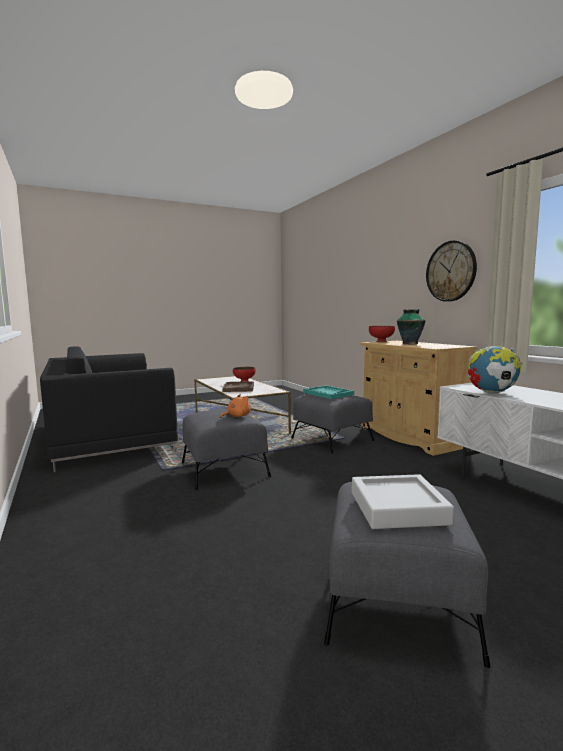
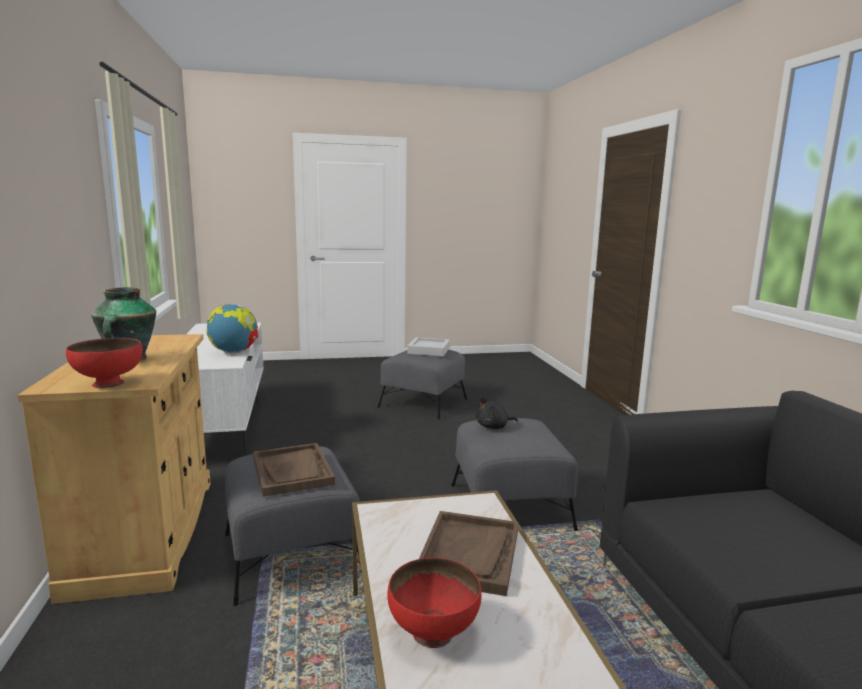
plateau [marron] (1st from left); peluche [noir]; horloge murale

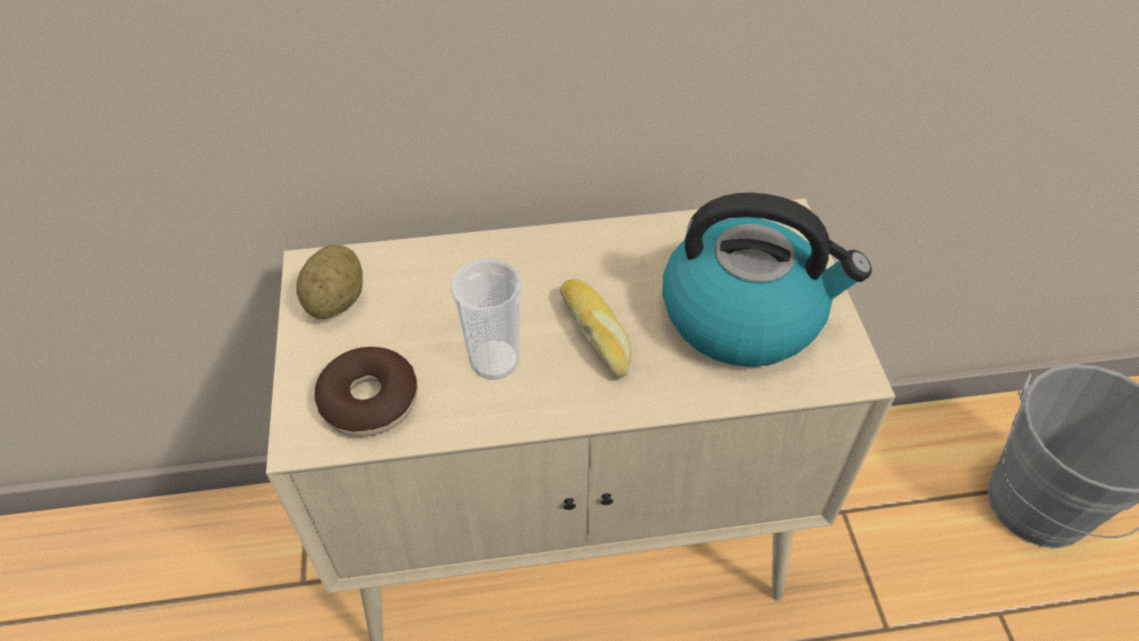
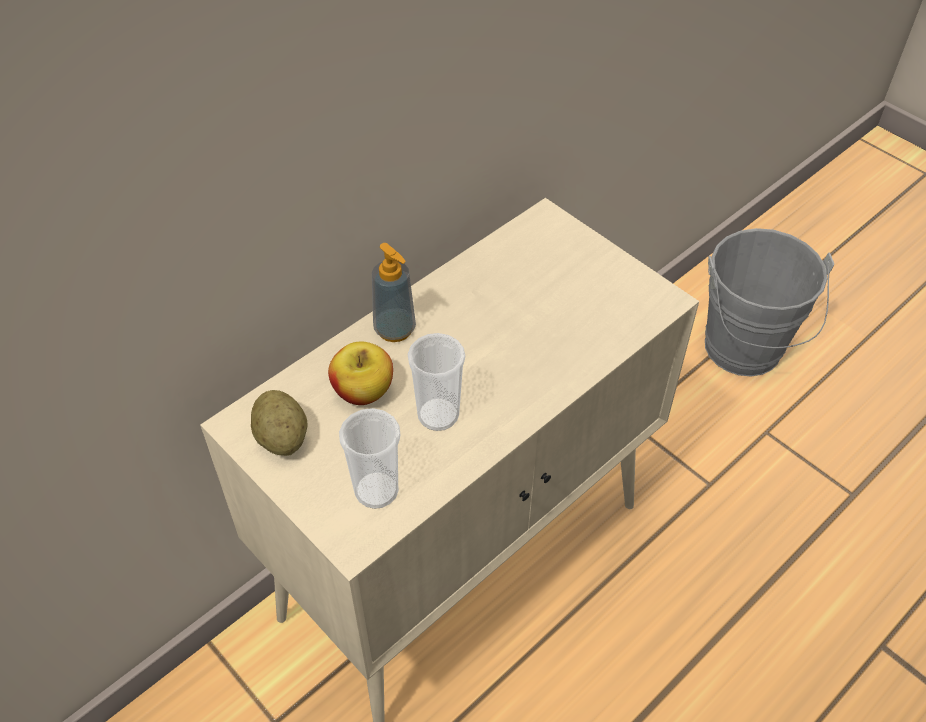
pomme; tasse (1st from left); distributeur de savon; pain; bouilloire

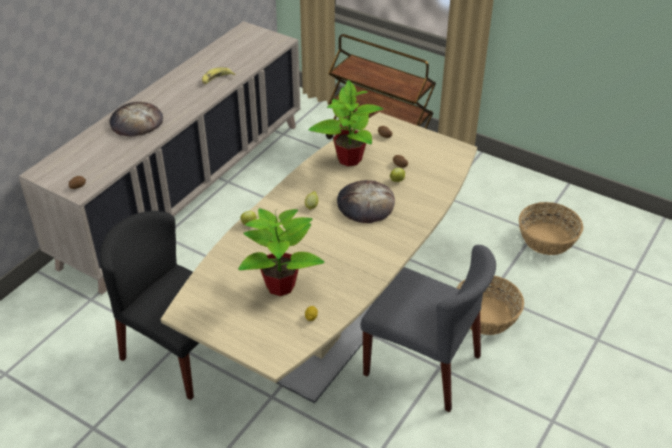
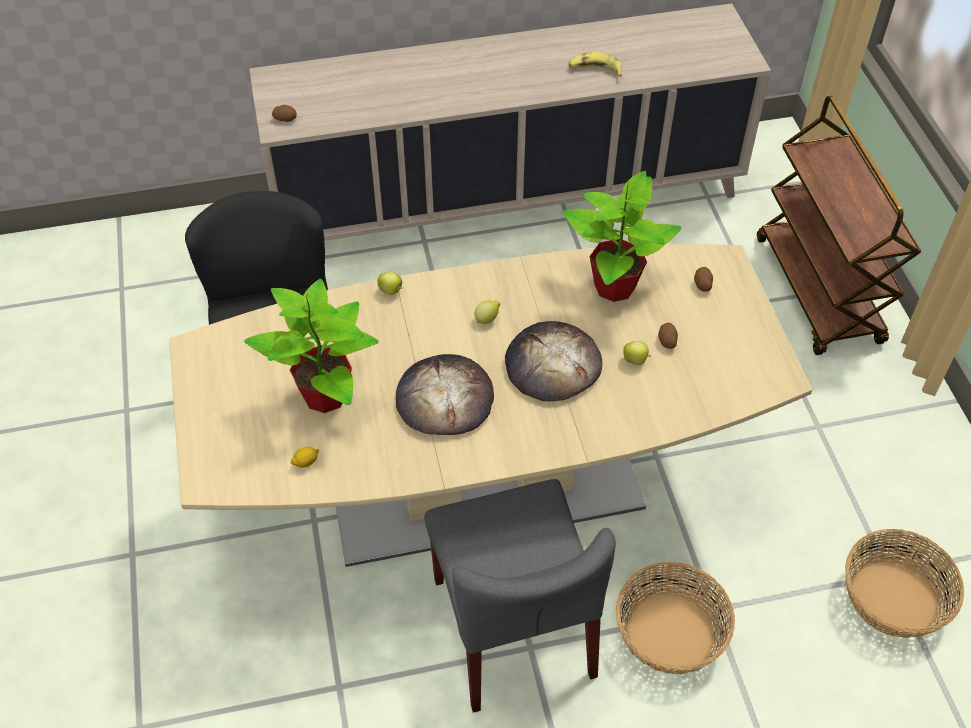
pain (1st from left)

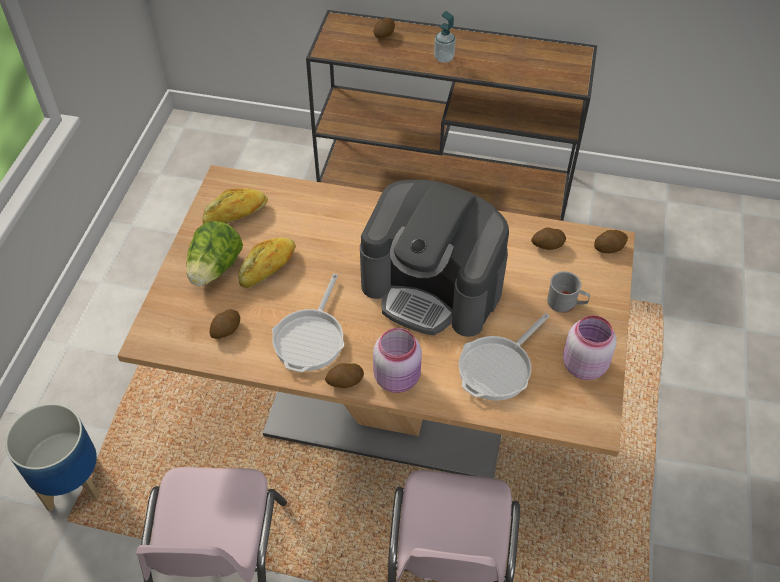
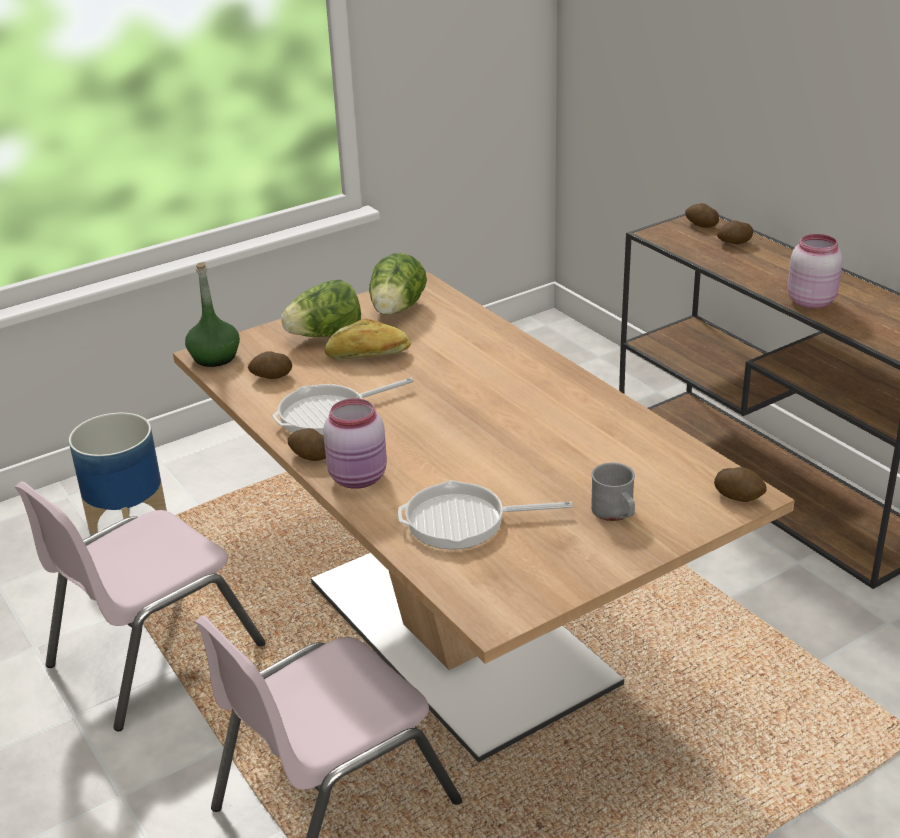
bouteille [vert]; laitue (2nd from left); pomme de terre (3rd from left); bocal [rose] (2nd from left); machine à café; distributeur de savon

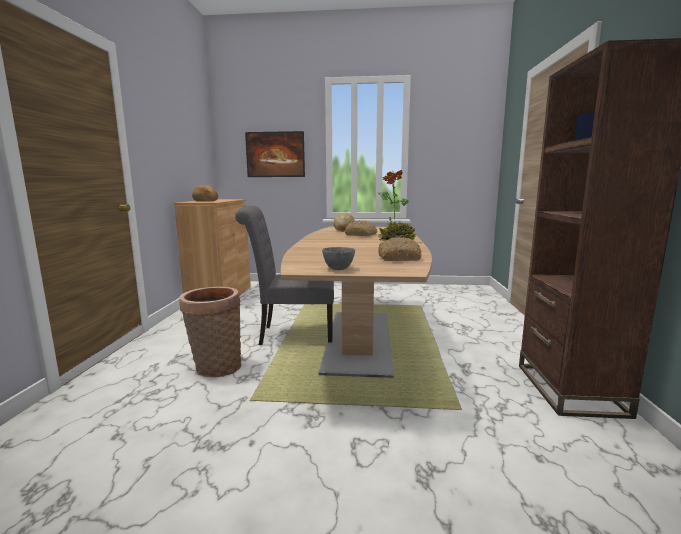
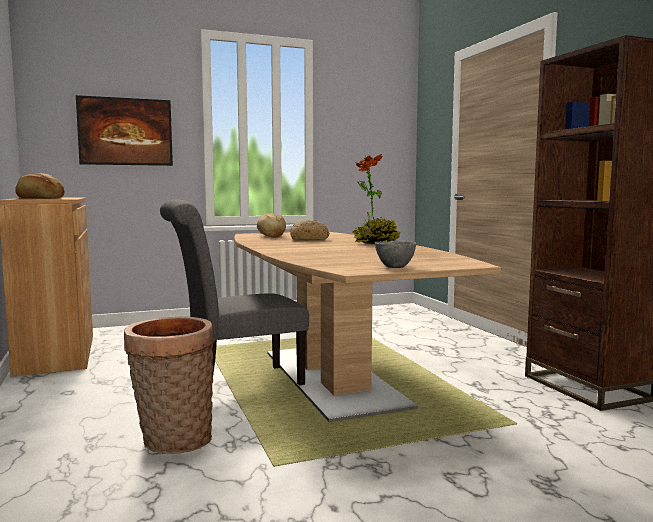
pain (4th from left in the first image)

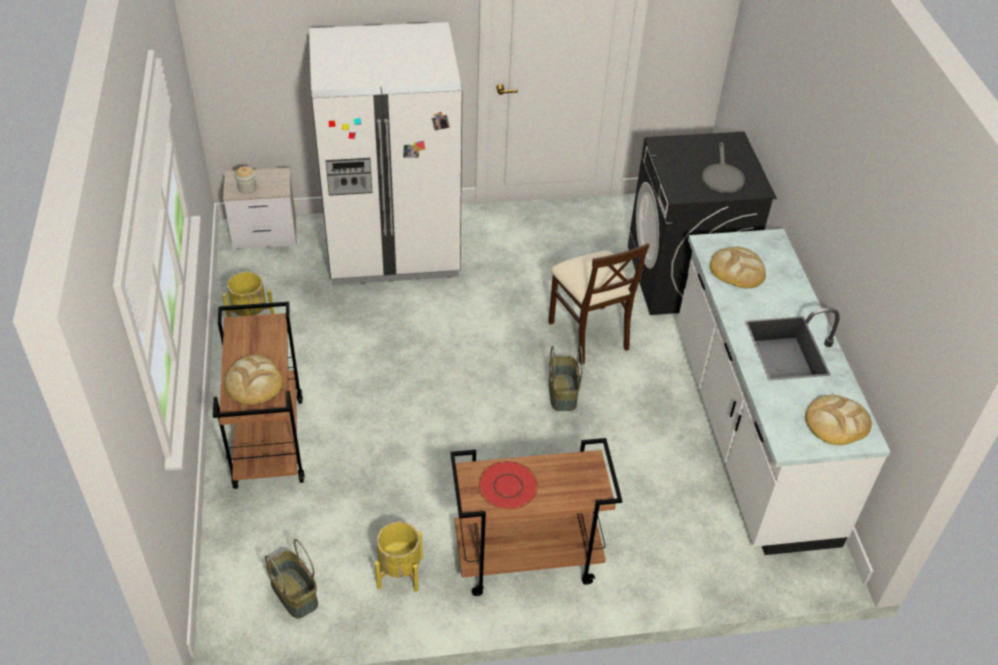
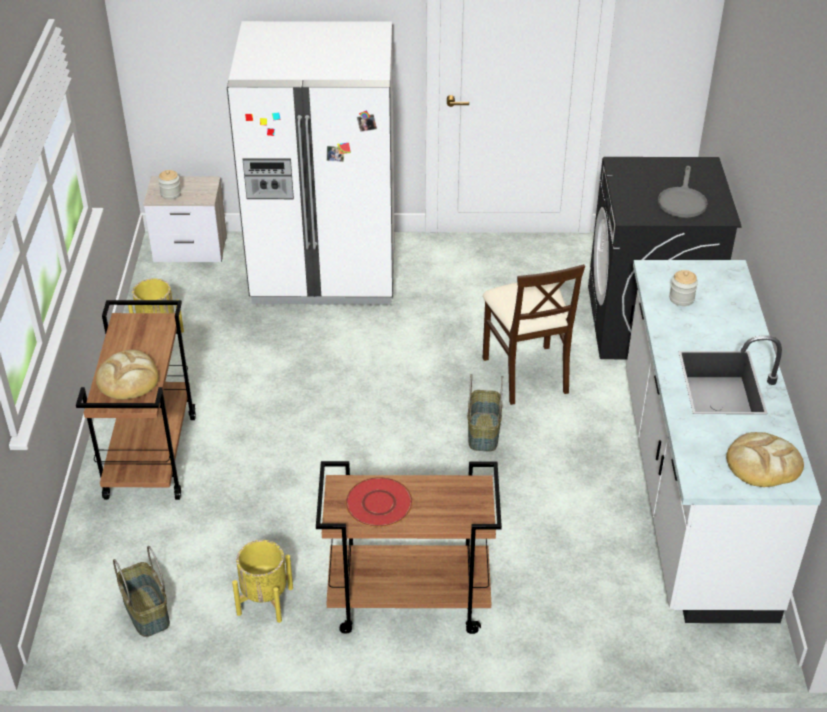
bocal (2nd from left)

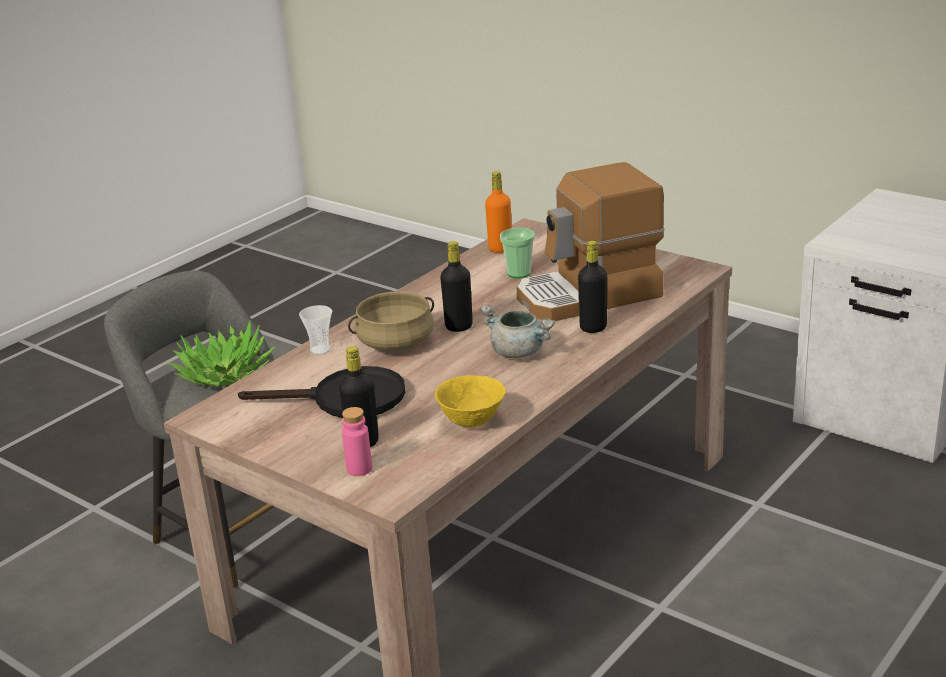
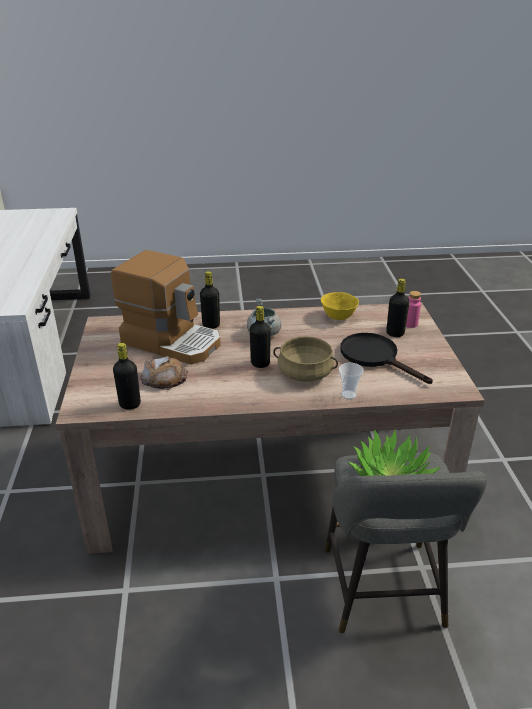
bouteille [noir] (1st from left); pain

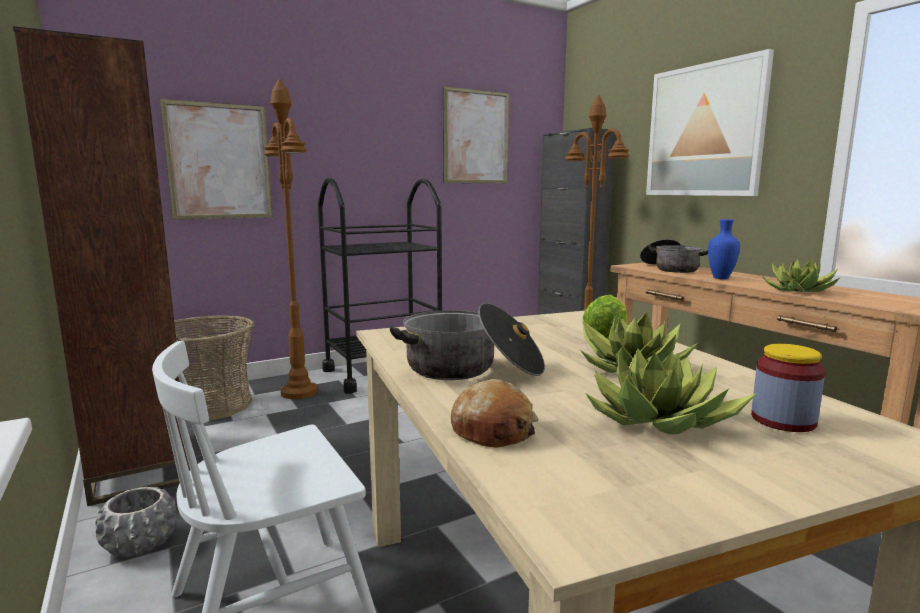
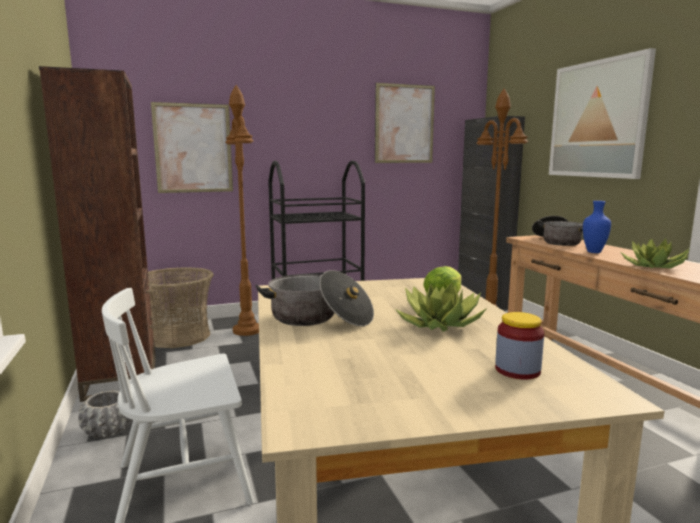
pain; plante en pot (2nd from left in the first image)

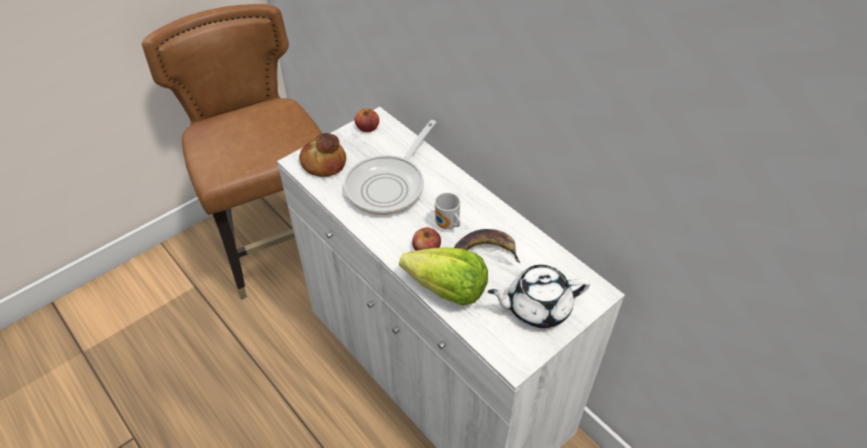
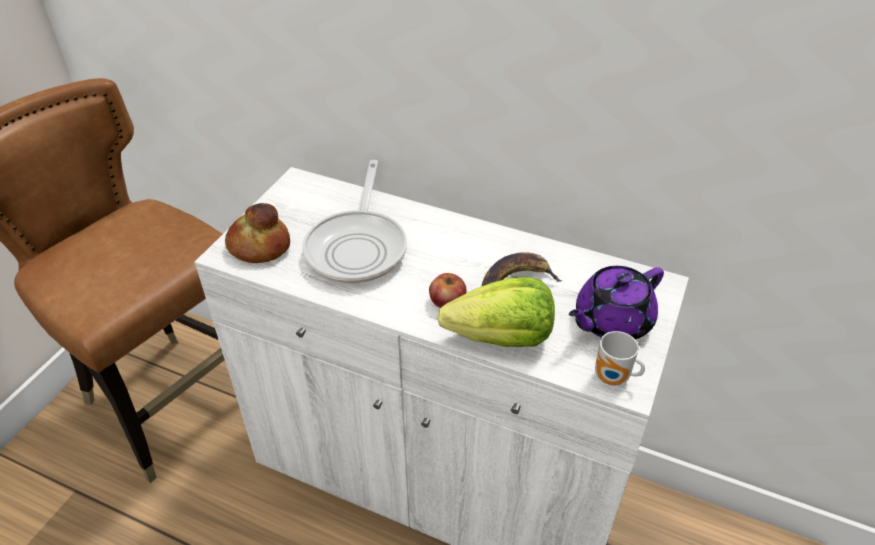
théière [violet]; mug; pomme (1st from left in the first image)

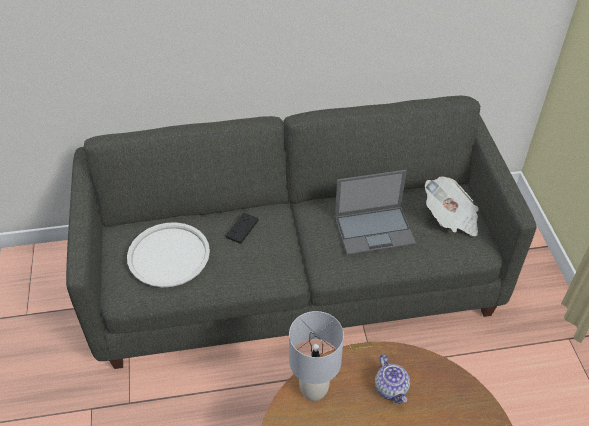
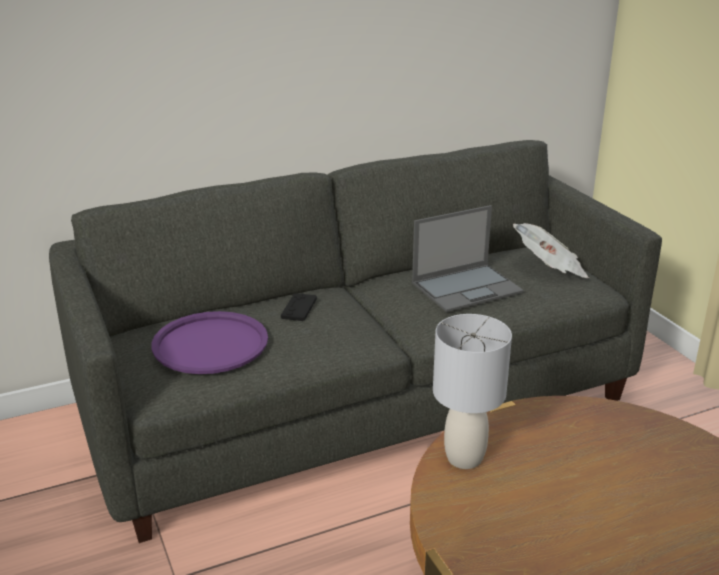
plateau [violet]; théière

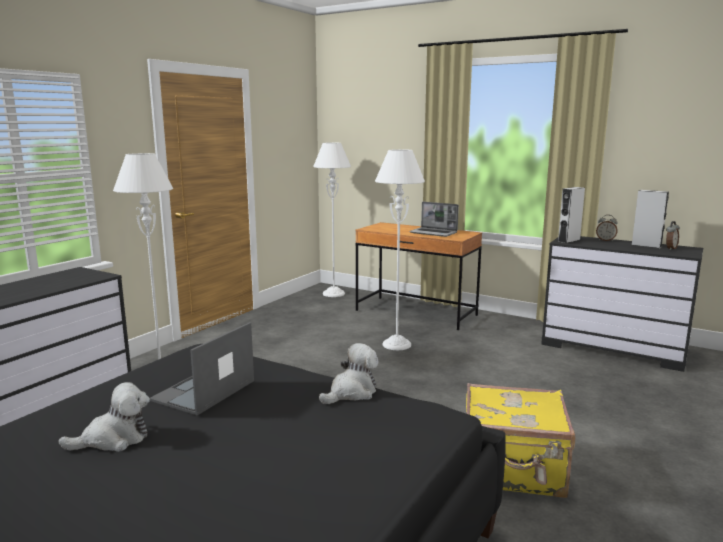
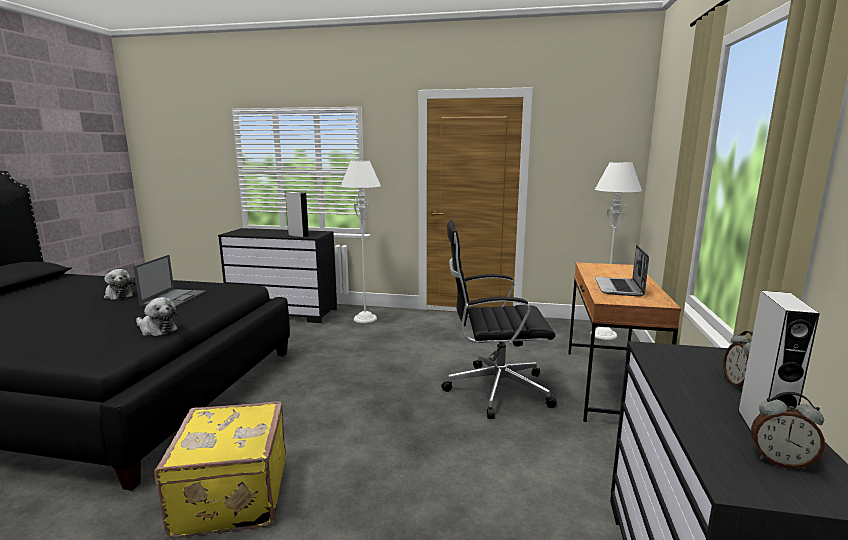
ordinateur portable (1st from left); enceinte [gris] (1st from left); chaise de bureau [noir]

